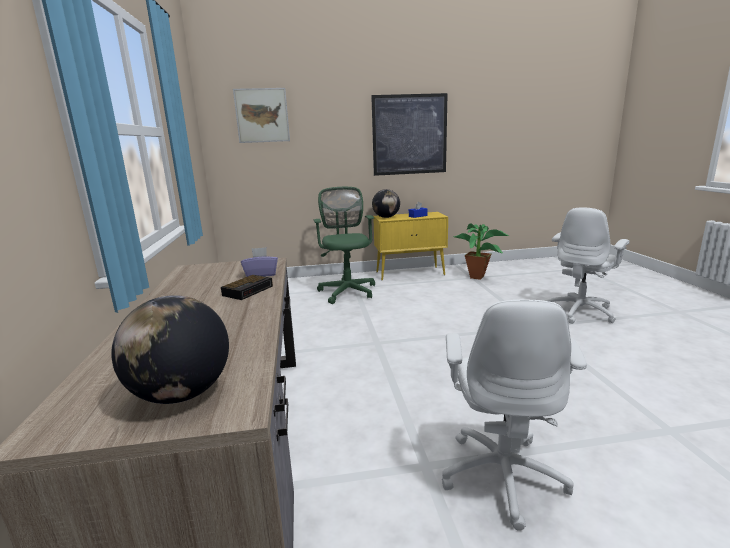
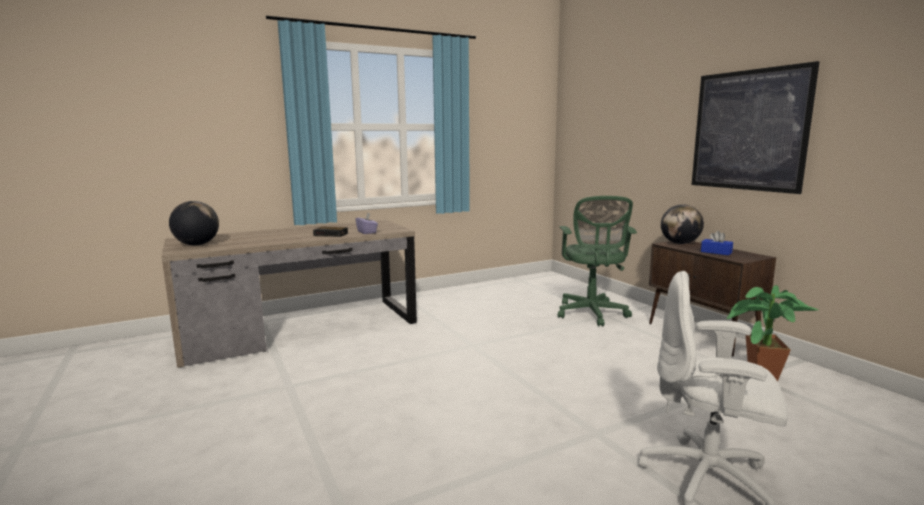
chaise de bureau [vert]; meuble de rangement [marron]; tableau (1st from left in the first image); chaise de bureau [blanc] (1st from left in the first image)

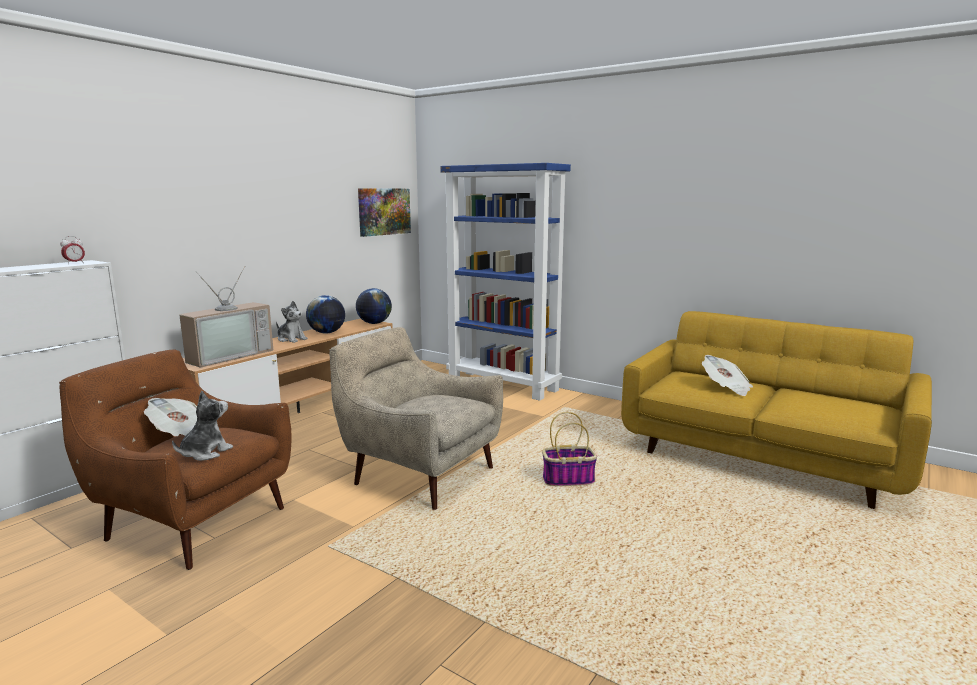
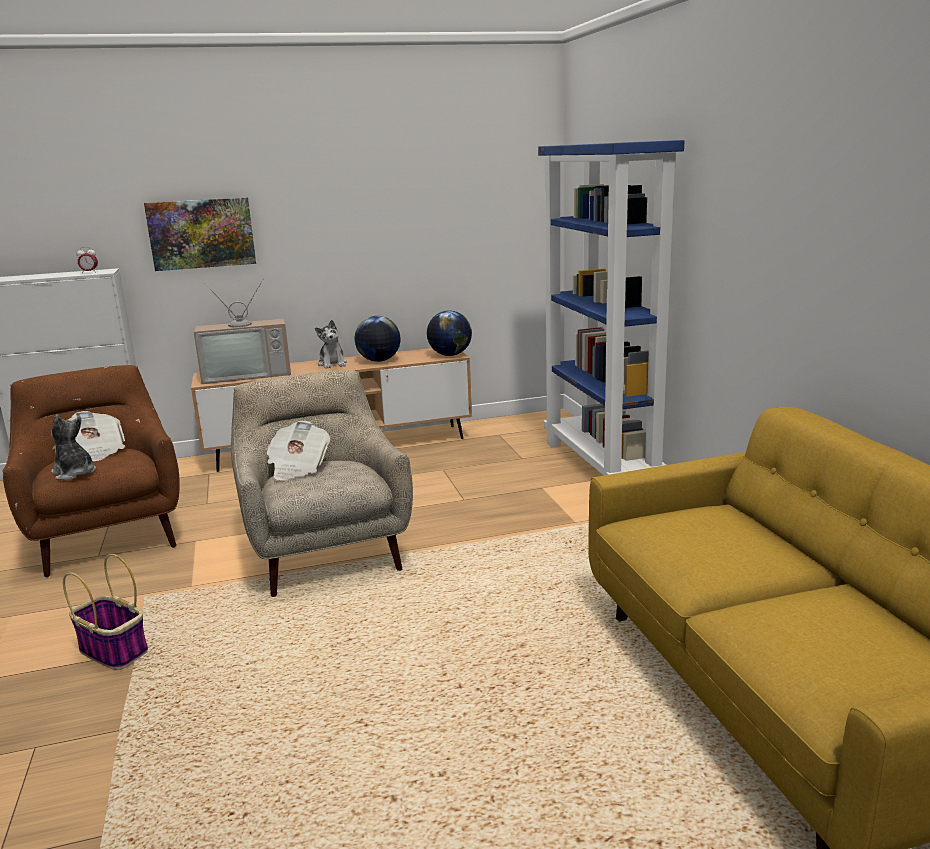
peluche (1st from left); panier; tableau; journal (2nd from left)

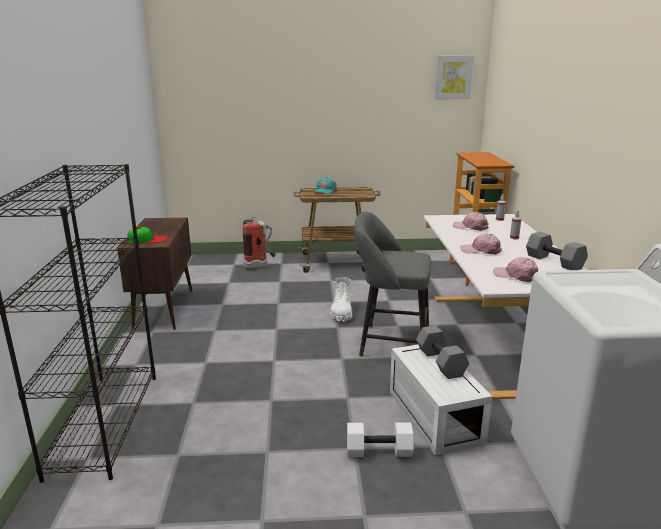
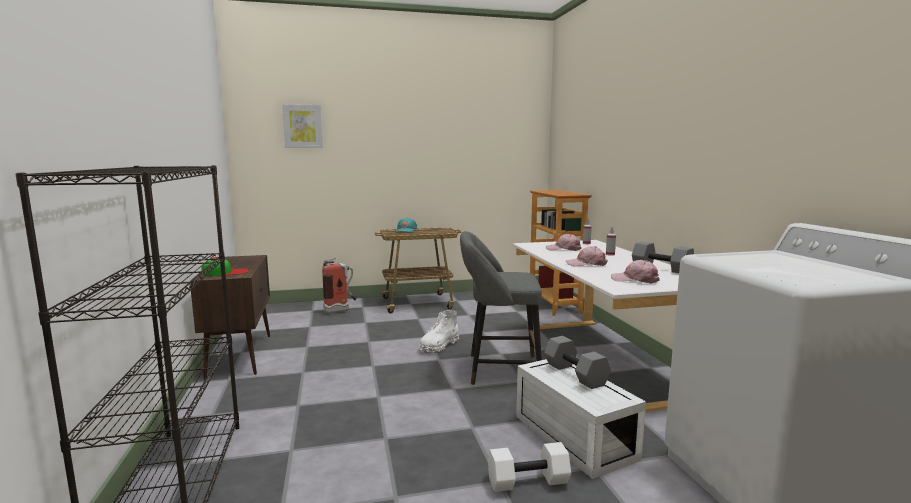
tableau; botte [blanc]

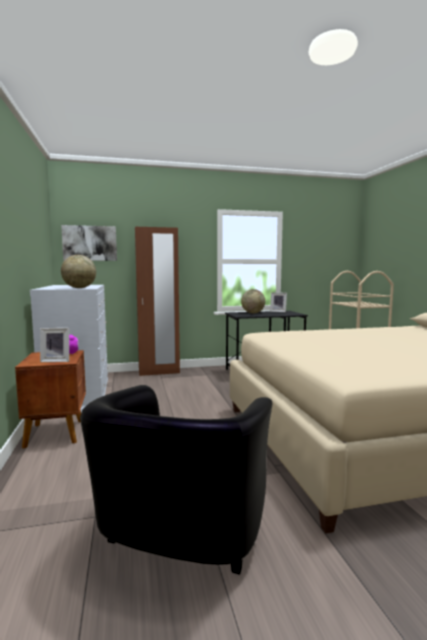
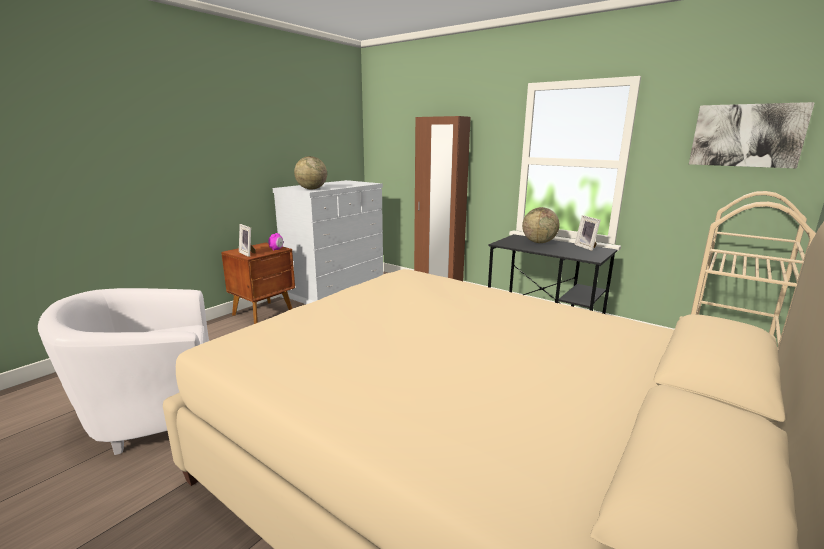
fauteuil [blanc]; tableau

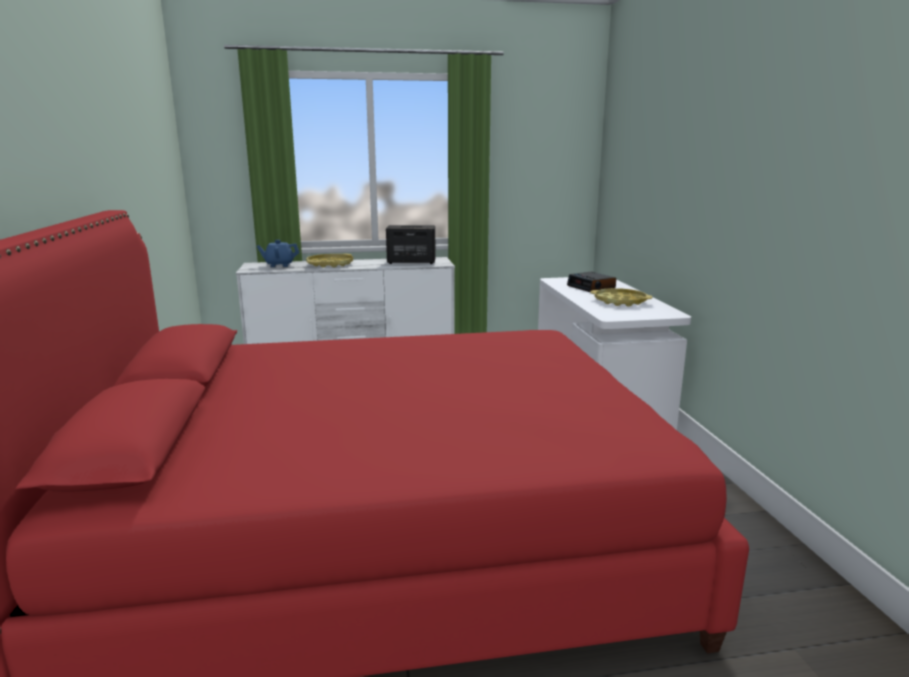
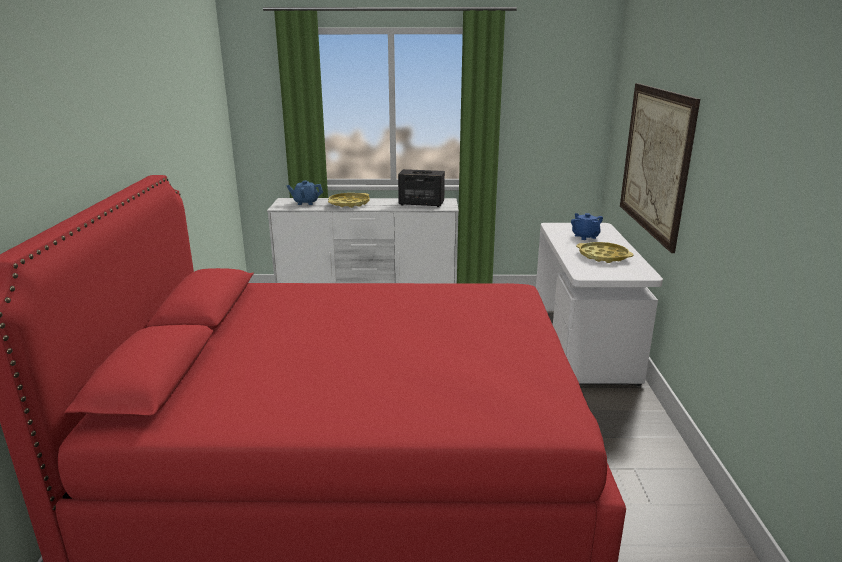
théière [bleu] (2nd from left); tableau

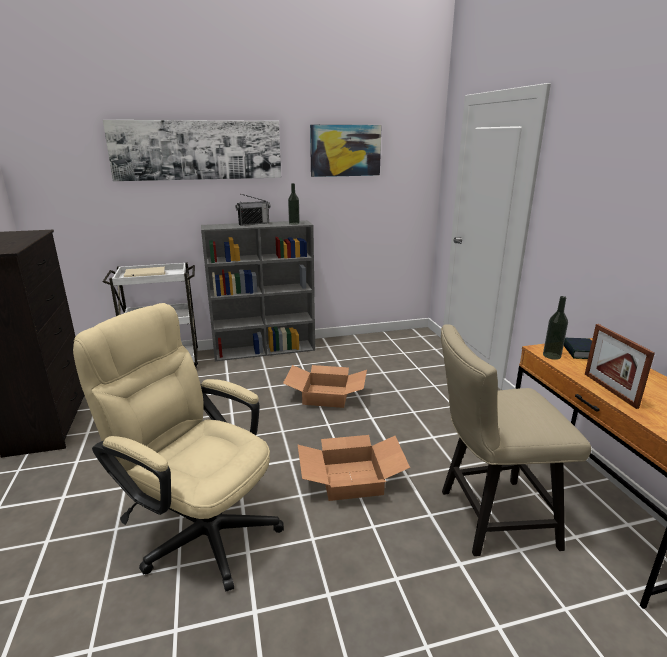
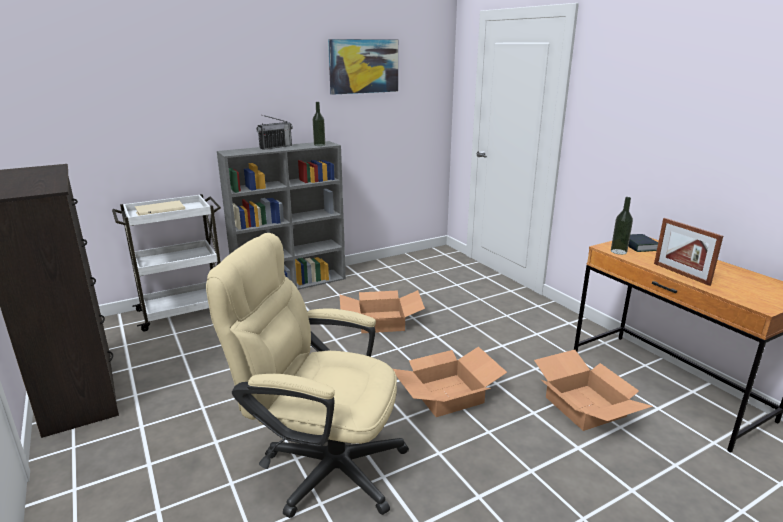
carton (3rd from left); tableau (1st from left in the first image)

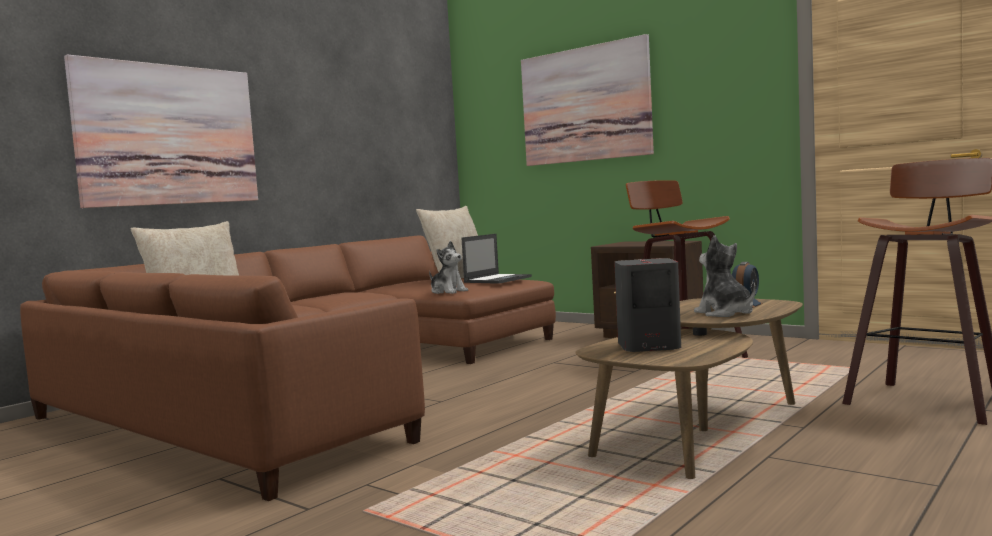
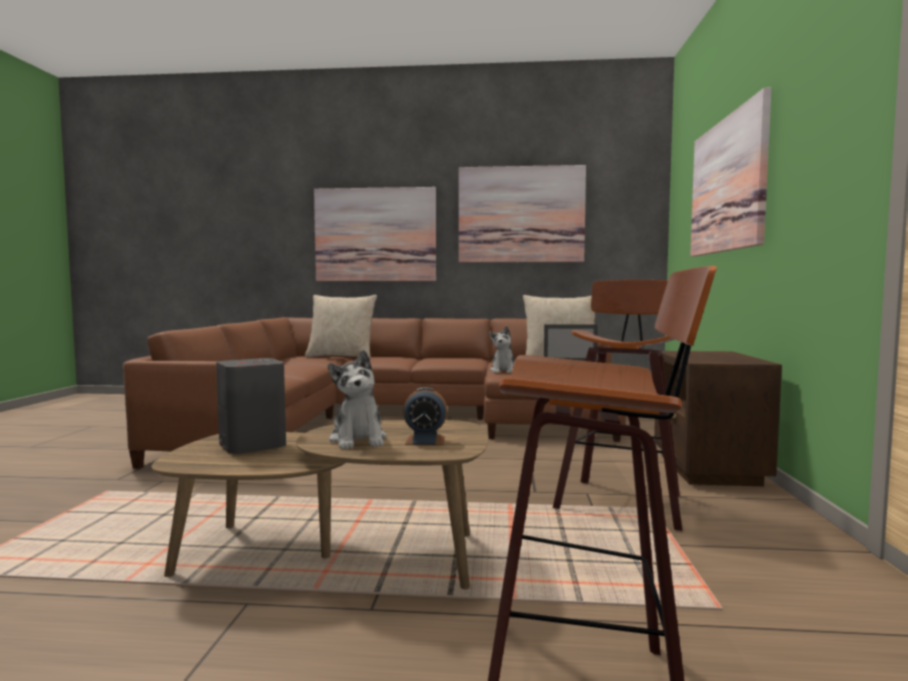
peluche (1st from left); tableau (2nd from left)

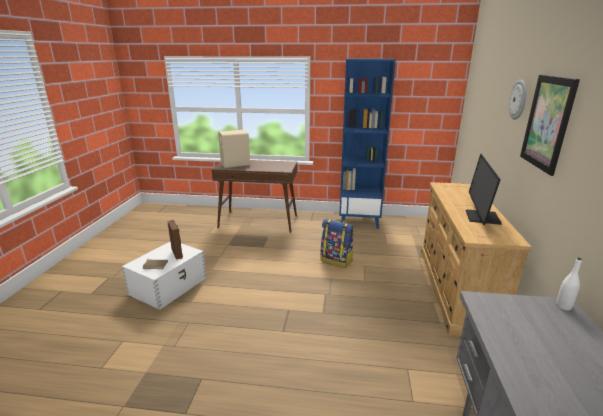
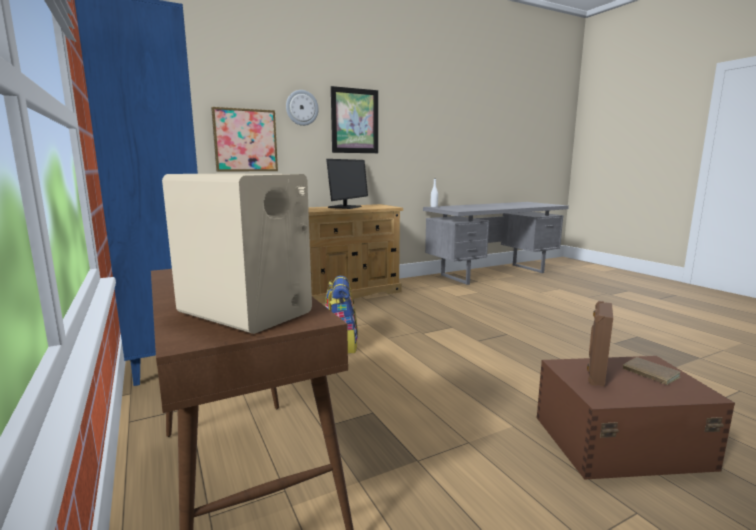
tableau (1st from left); écran d'ordinateur; boîte de rangement [marron]

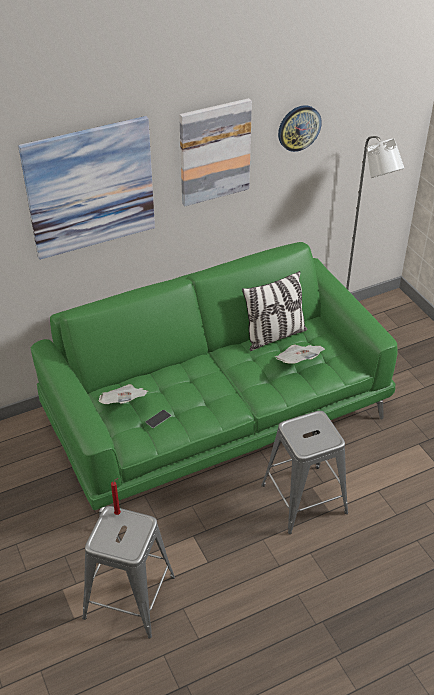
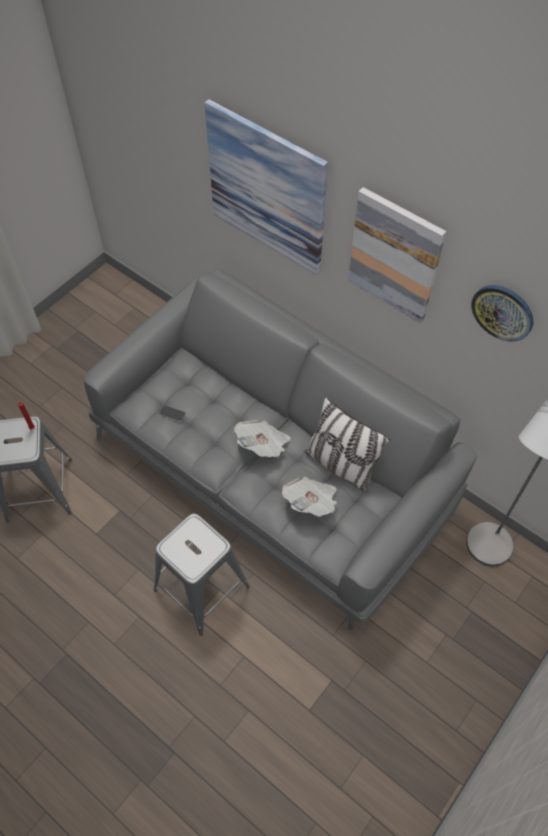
canapé [gris]; journal (1st from left)

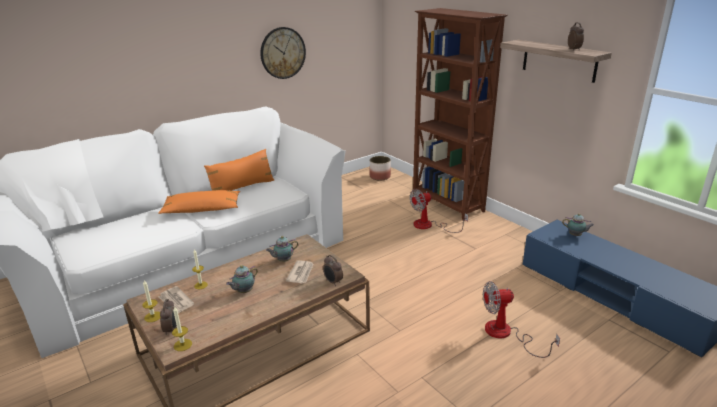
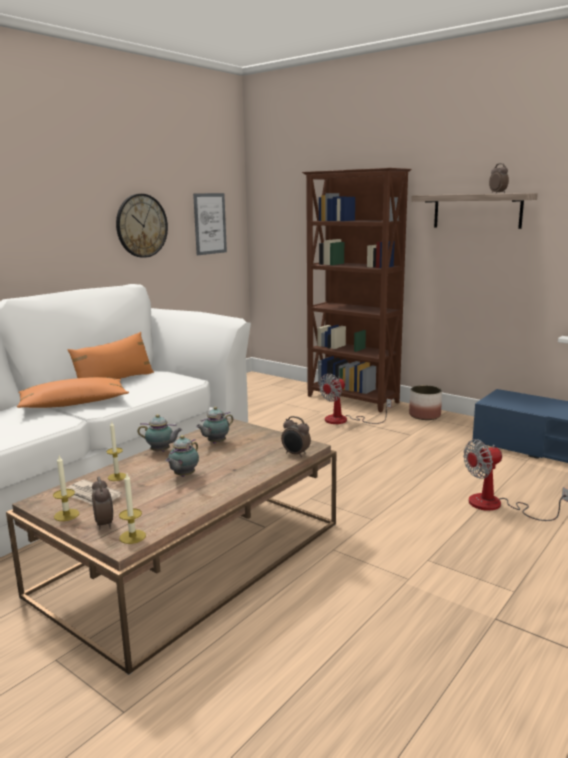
théière (1st from left); tableau; cache-pot; journal (2nd from left in the first image)

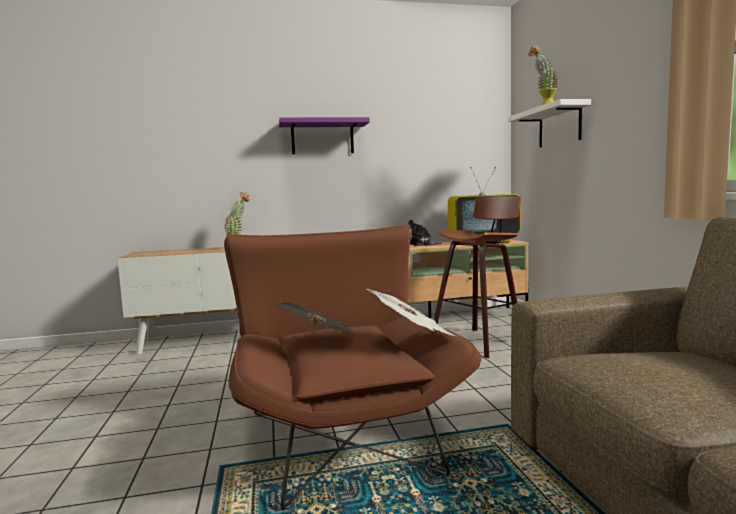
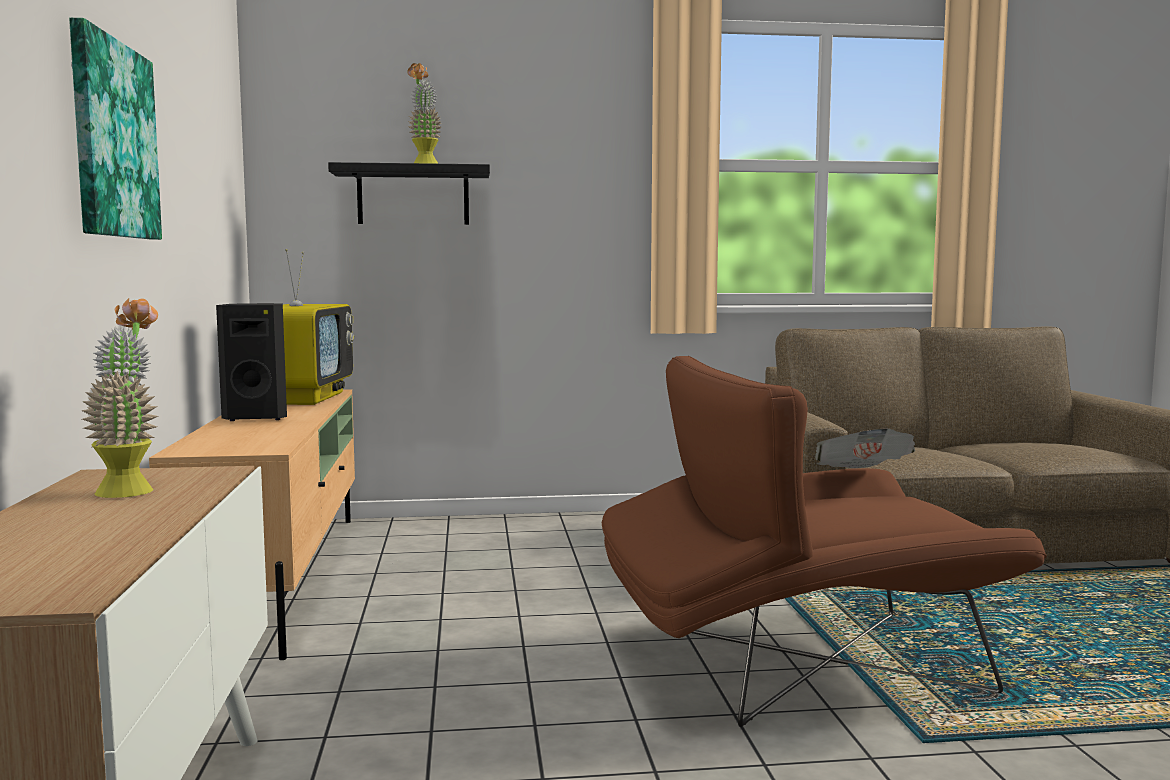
tableau; enceinte [noir]; étagère [noir]; journal (1st from left in the first image); tabouret

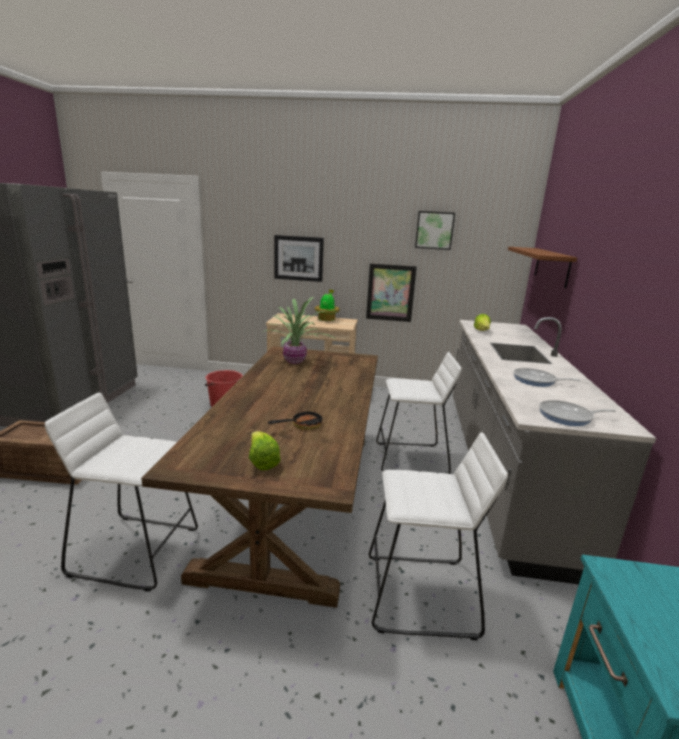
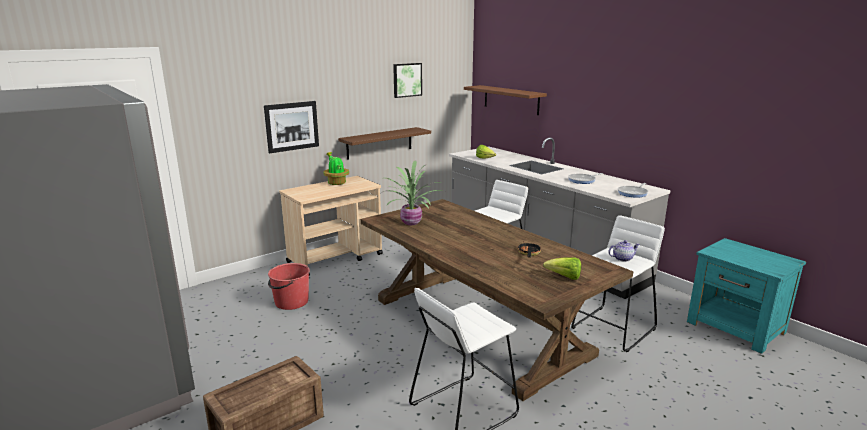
étagère [marron] (1st from left); théière

